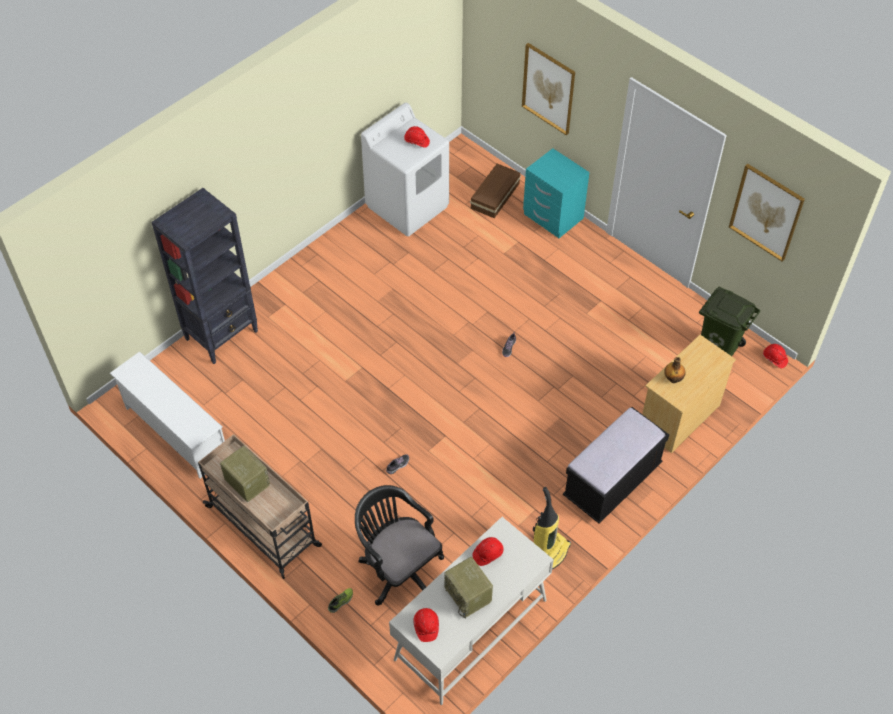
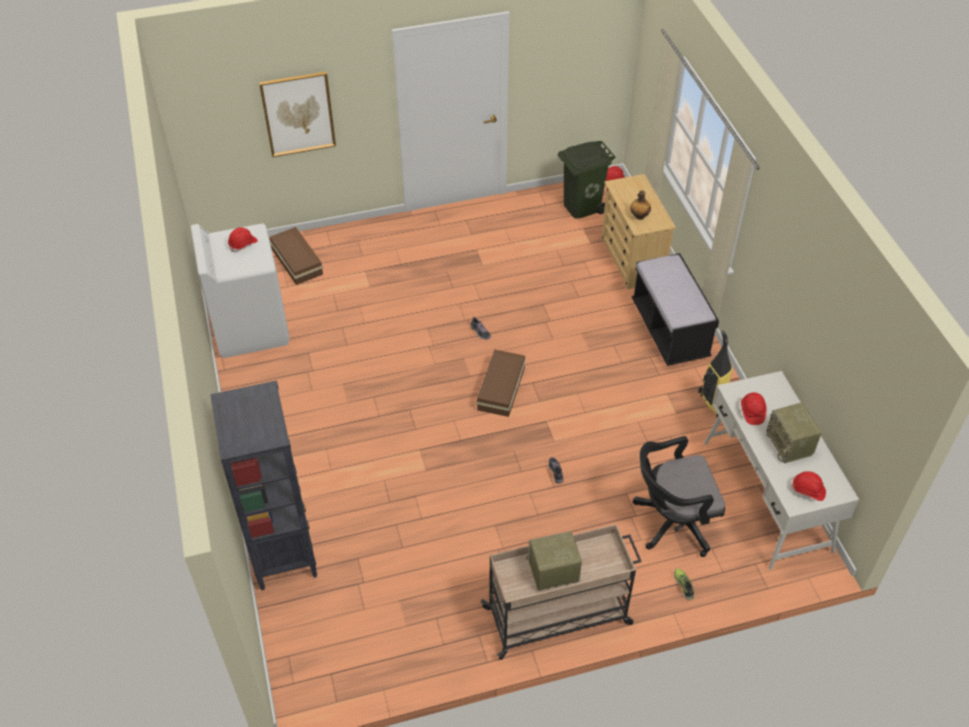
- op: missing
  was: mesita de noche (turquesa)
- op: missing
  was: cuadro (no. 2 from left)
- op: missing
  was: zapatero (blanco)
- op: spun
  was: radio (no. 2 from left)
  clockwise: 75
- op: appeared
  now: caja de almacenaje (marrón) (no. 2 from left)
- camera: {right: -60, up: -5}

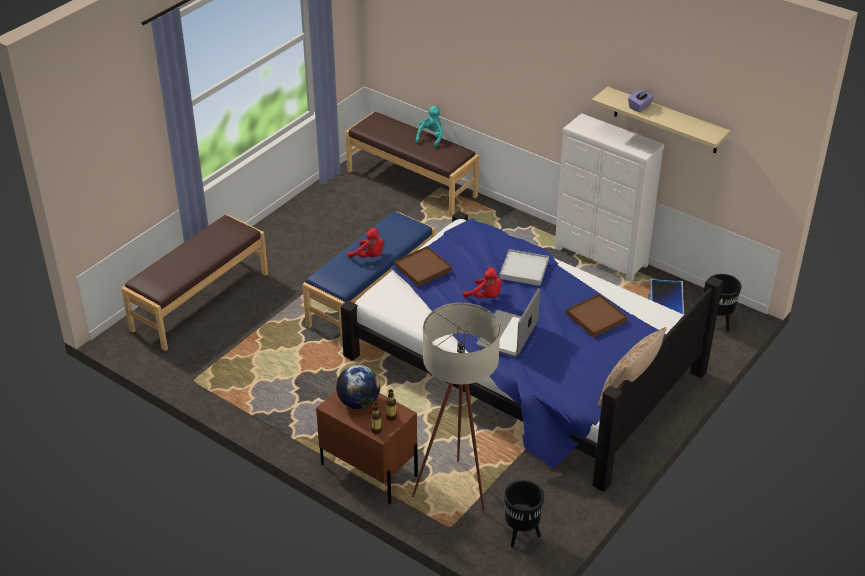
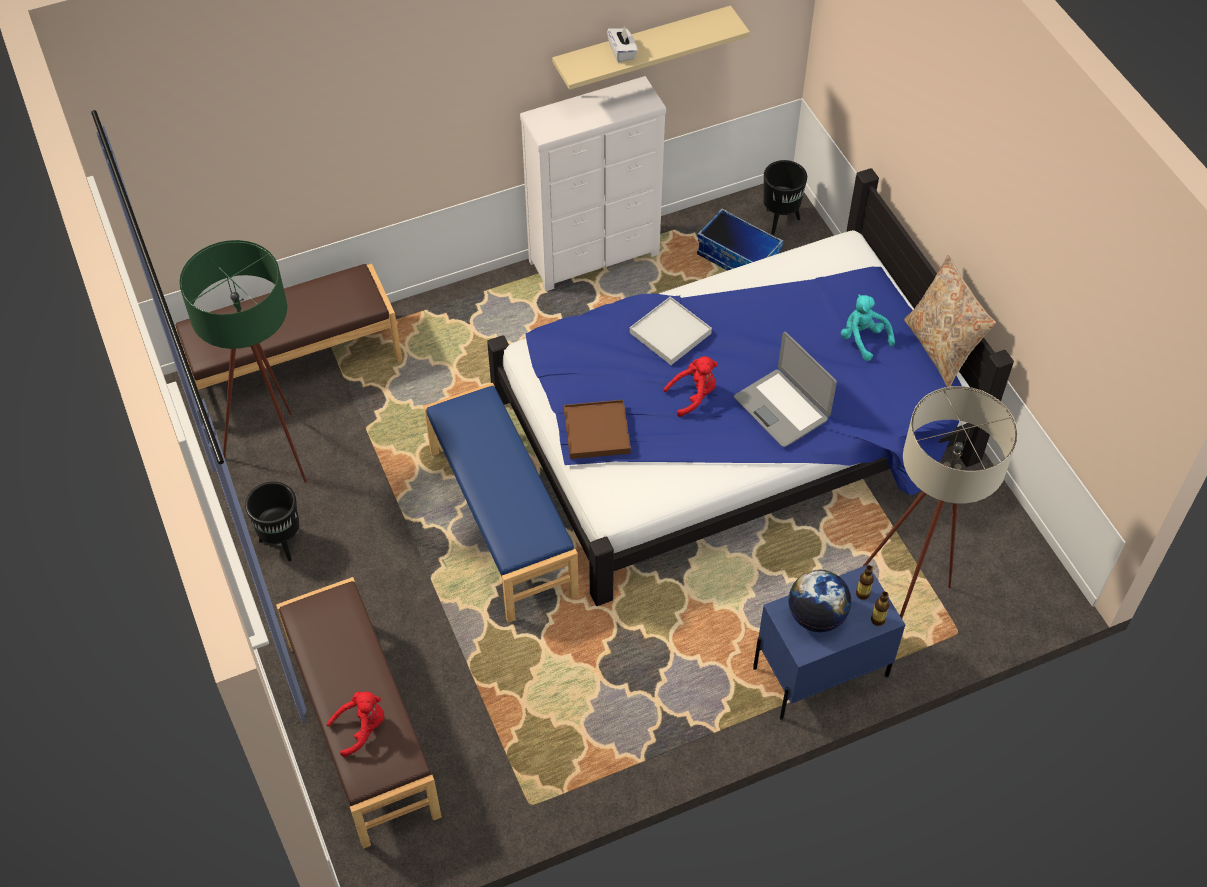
- op: colour
  was: caja de pañuelos (morado)
  now: caja de pañuelos (blanco)
- op: relocated
  was: peluche (turquesa)
- op: relocated
  was: peluche (rojo) (no. 1 from left)
- op: missing
  was: bandeja (marrón) (no. 2 from left)
- op: colour
  was: mesita de noche (marrón)
  now: mesita de noche (azul)
- op: relocated
  was: maceta (negro) (no. 1 from left)
- op: appeared
  now: lámpara de pie (verde)
- camera: {right: -60, up: 15}

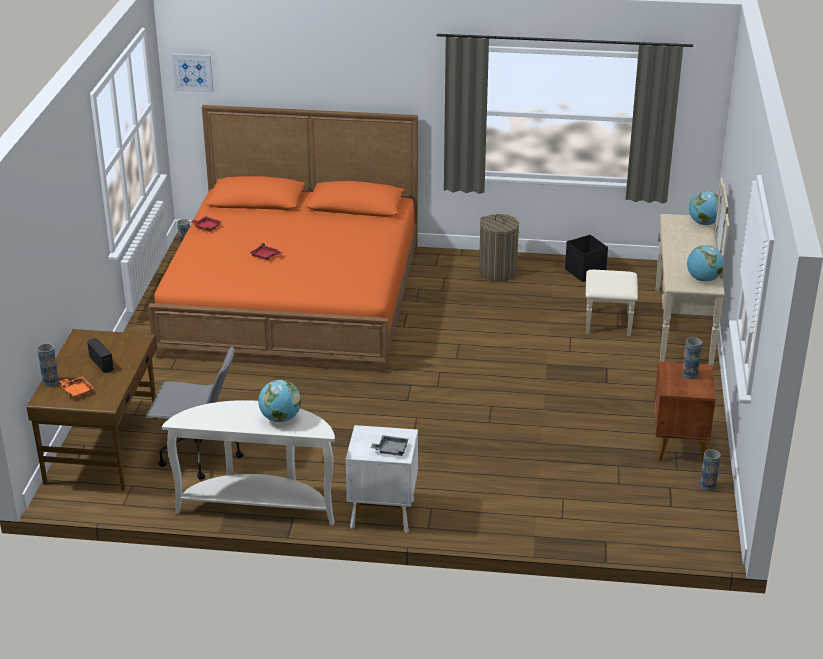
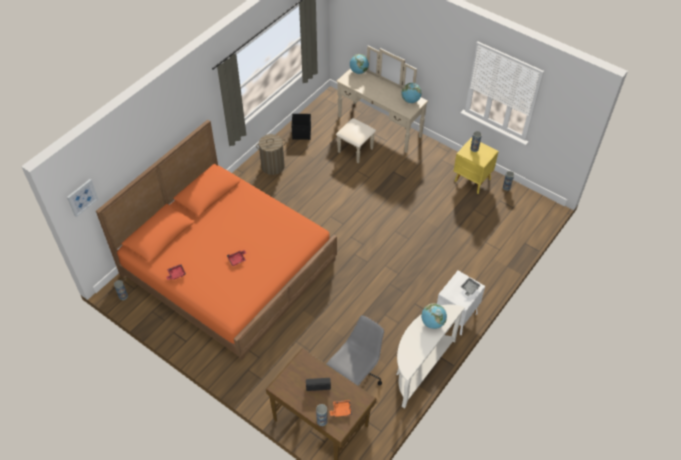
- op: colour
  was: mesita de noche (marrón)
  now: mesita de noche (amarillo)
- camera: {right: -60, up: 20}

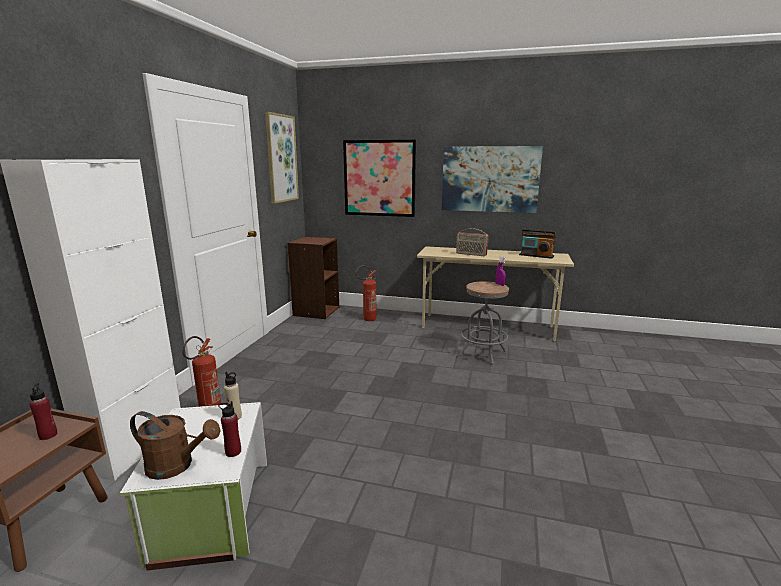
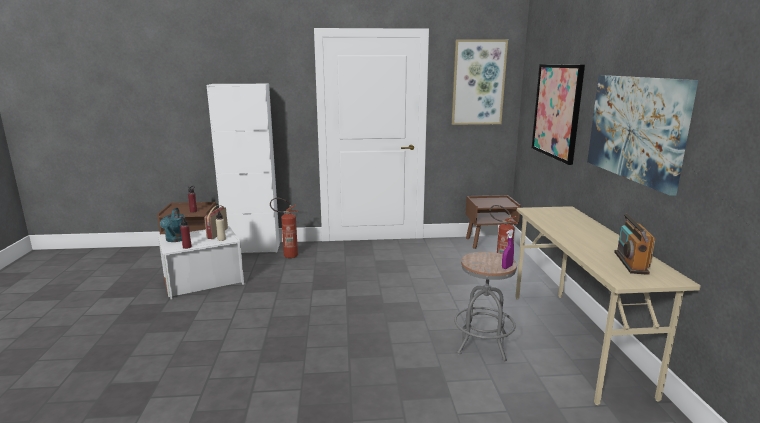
- op: relocated
  was: radio (no. 1 from left)
- op: exchanged
  was: estantería (marrón)
  now: mesita de noche (marrón) (no. 2 from left)
- op: colour
  was: regadera (marrón)
  now: regadera (turquesa)
- camera: {right: 70, up: 0}

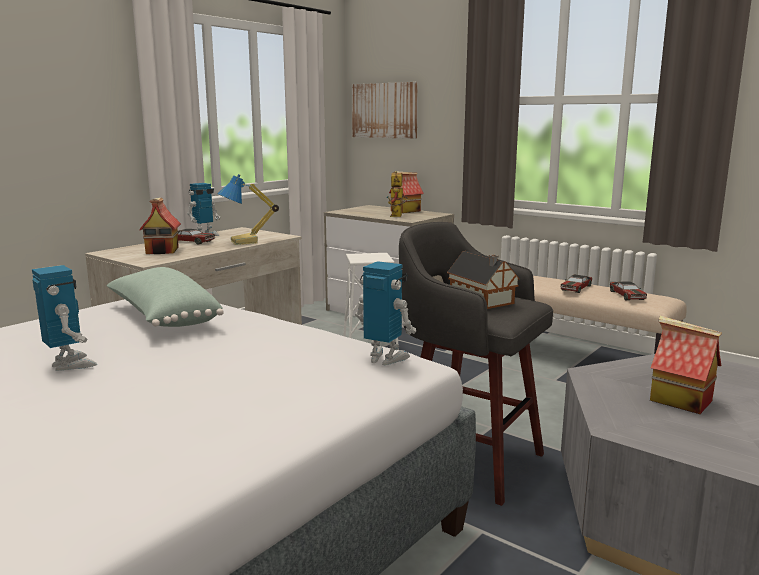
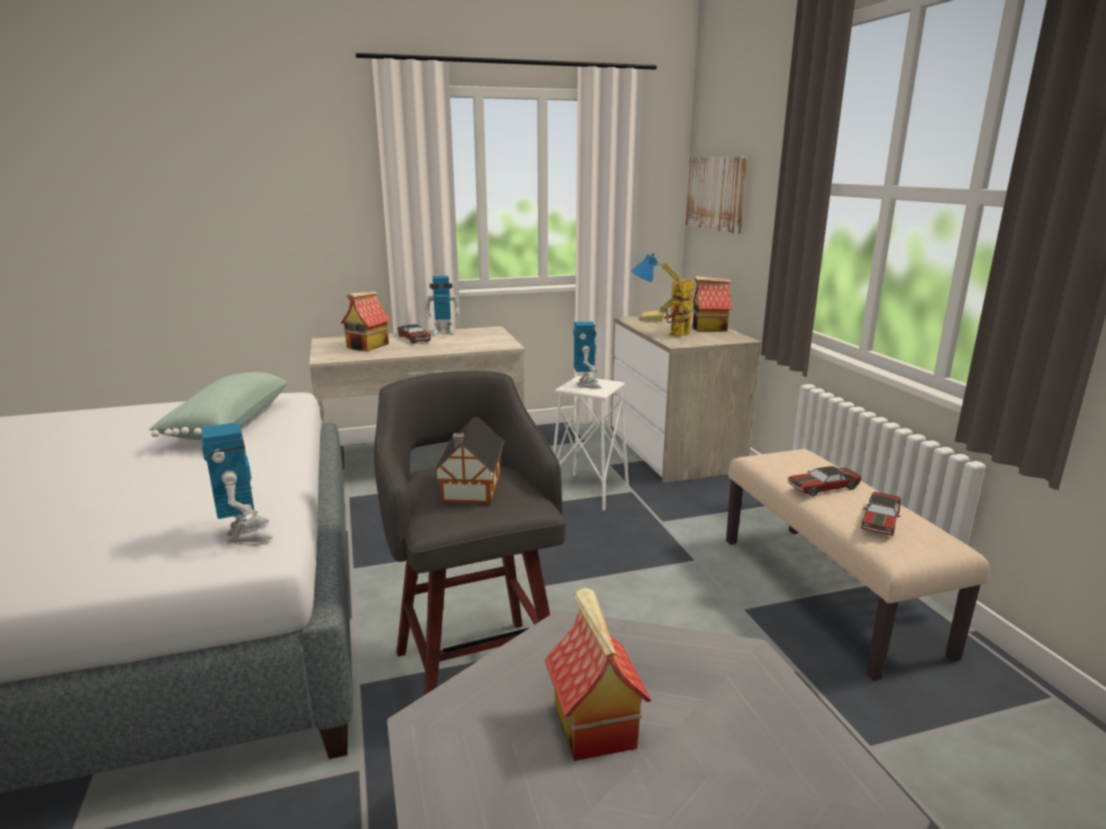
- op: relocated
  was: lámpara de mesa
- op: relocated
  was: robot de juguete (no. 1 from left in the first image)
  now: robot de juguete (no. 3 from left)
- camera: {right: 35, up: 5}

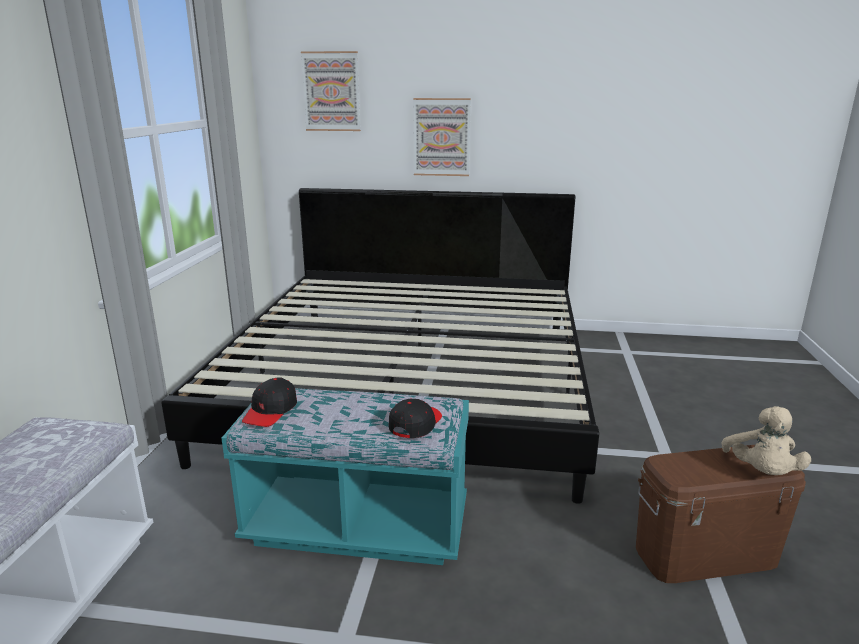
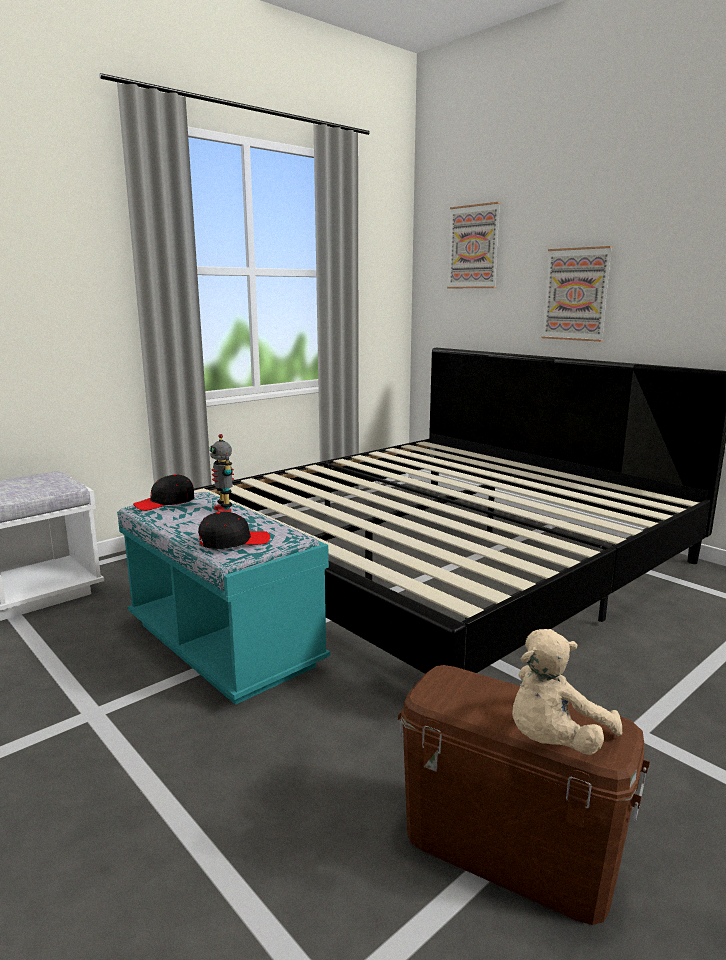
- op: appeared
  now: robot de juguete
- camera: {right: 40, up: -5}

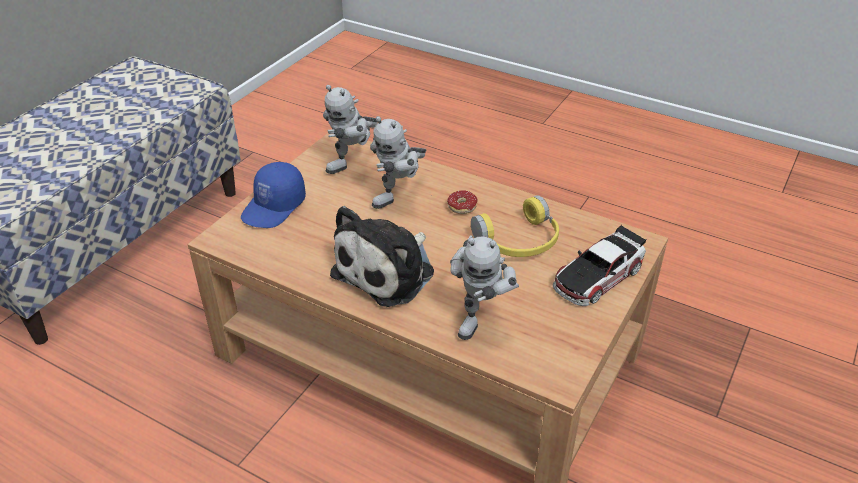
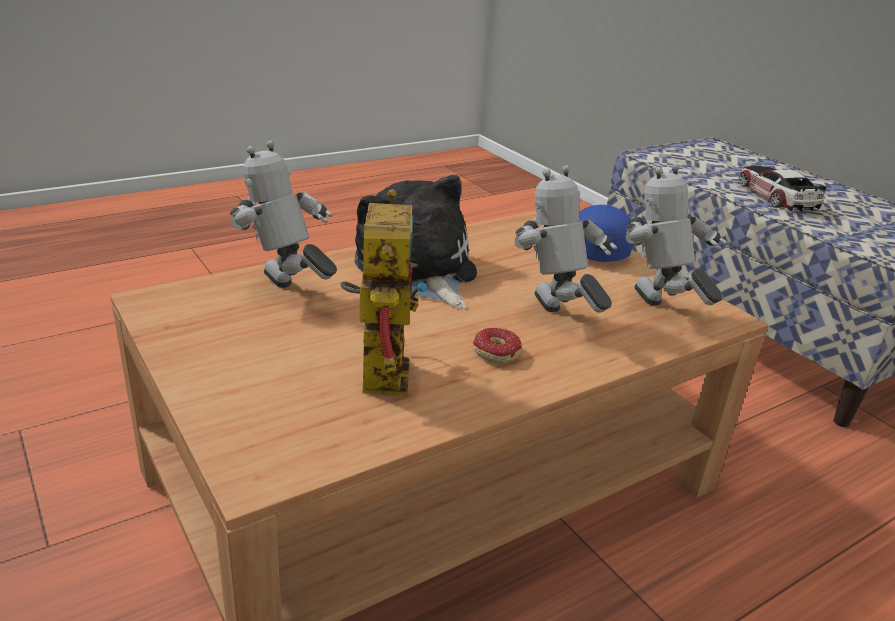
- op: exchanged
  was: auriculares (amarillo)
  now: robot de juguete (no. 2 from left)
- op: relocated
  was: coche de juguete
- camera: {right: 115, up: -10}

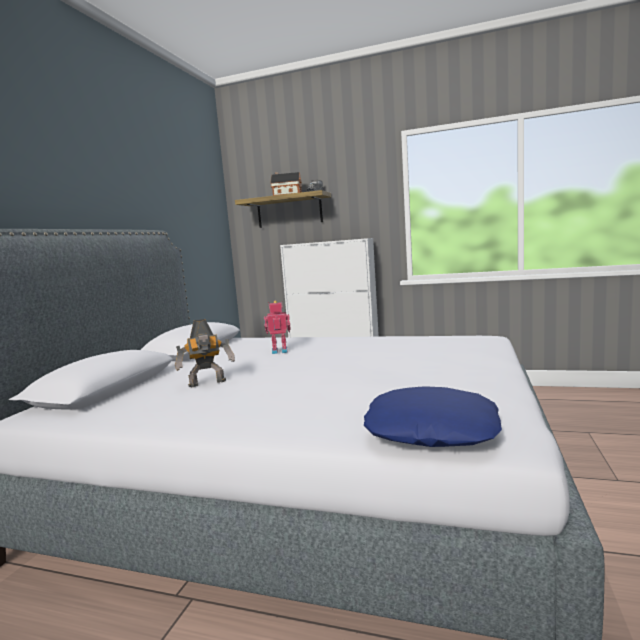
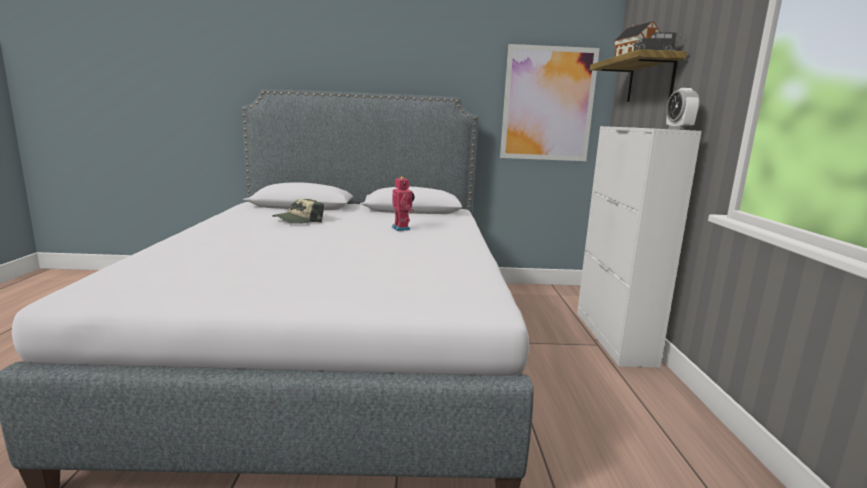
- op: exchanged
  was: robot de juguete (no. 1 from left)
  now: gorra
- op: missing
  was: cojín (azul)
- op: appeared
  now: cuadro
- op: appeared
  now: despertador
- camera: {right: 70, up: 5}

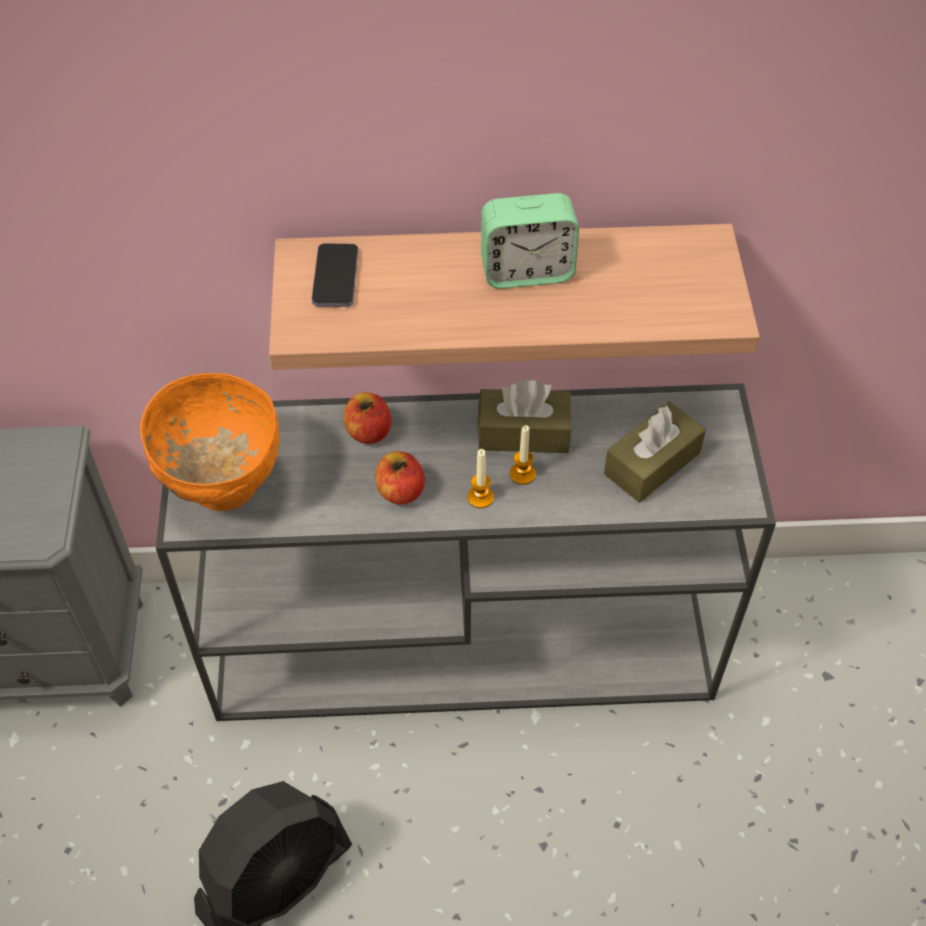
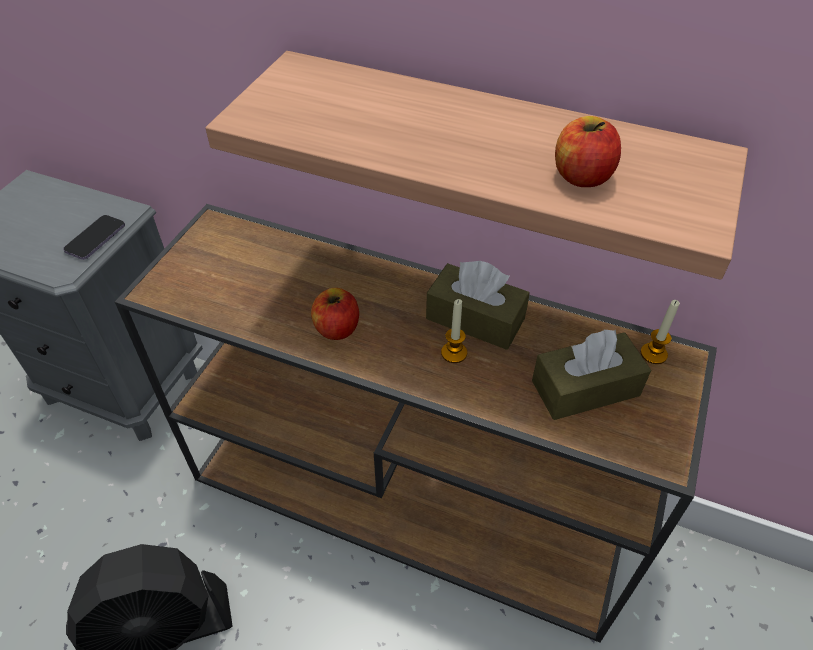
- op: missing
  was: despertador
- op: relocated
  was: móvil
- op: missing
  was: cuenco (naranja)
- op: colour
  was: mesa consola (gris)
  now: mesa consola (marrón)
- op: relocated
  was: manzana (no. 1 from left in the first image)
  now: manzana (no. 2 from left)
- op: relocated
  was: vela (no. 1 from left in the first image)
  now: vela (no. 2 from left)
- camera: {right: 25, up: -5}

